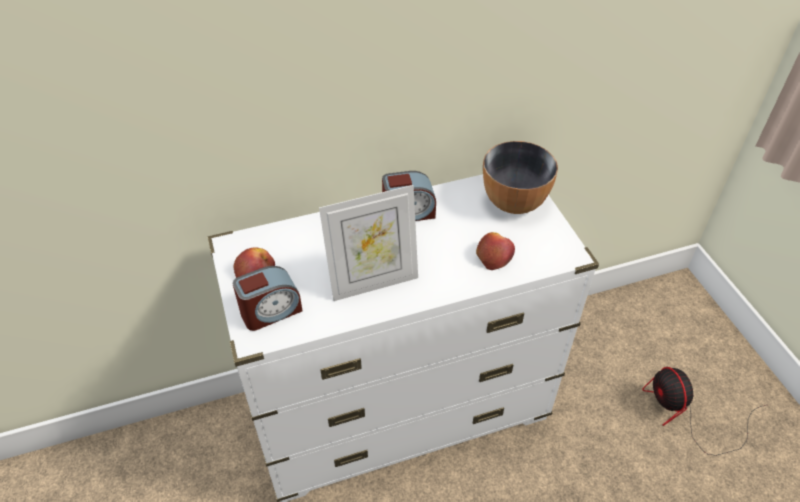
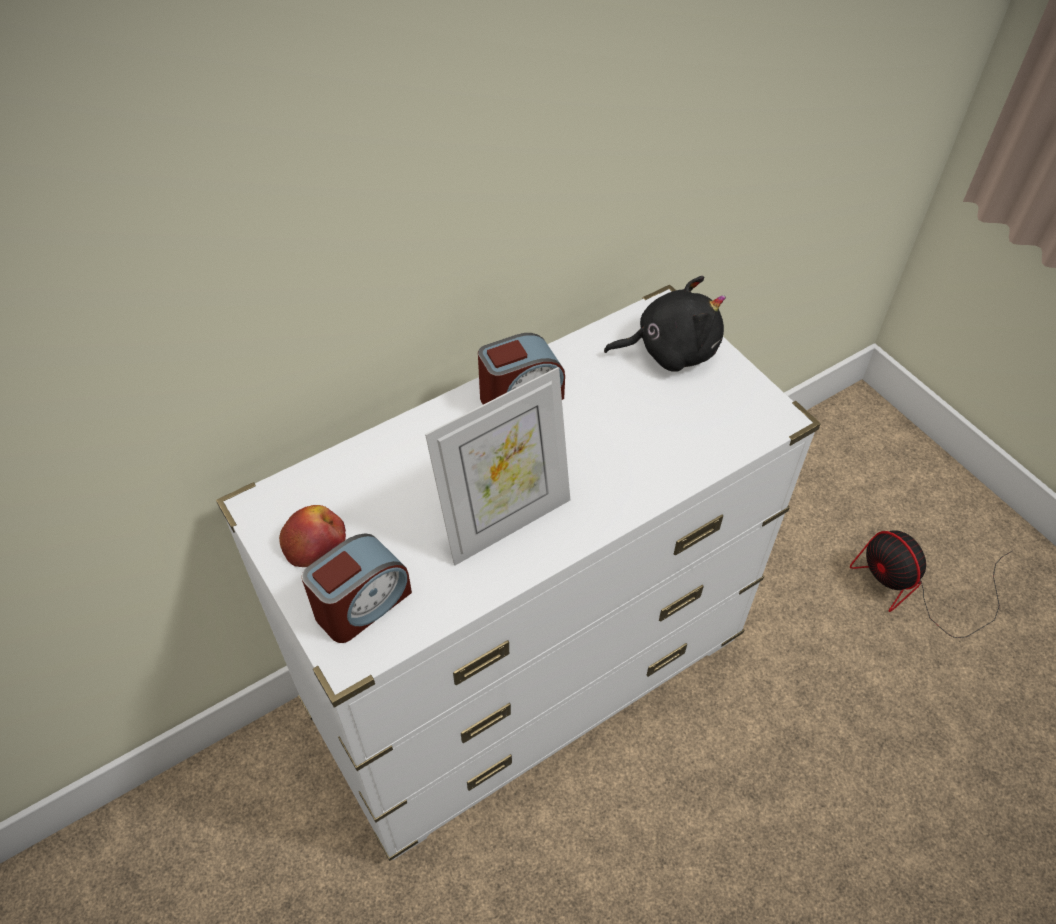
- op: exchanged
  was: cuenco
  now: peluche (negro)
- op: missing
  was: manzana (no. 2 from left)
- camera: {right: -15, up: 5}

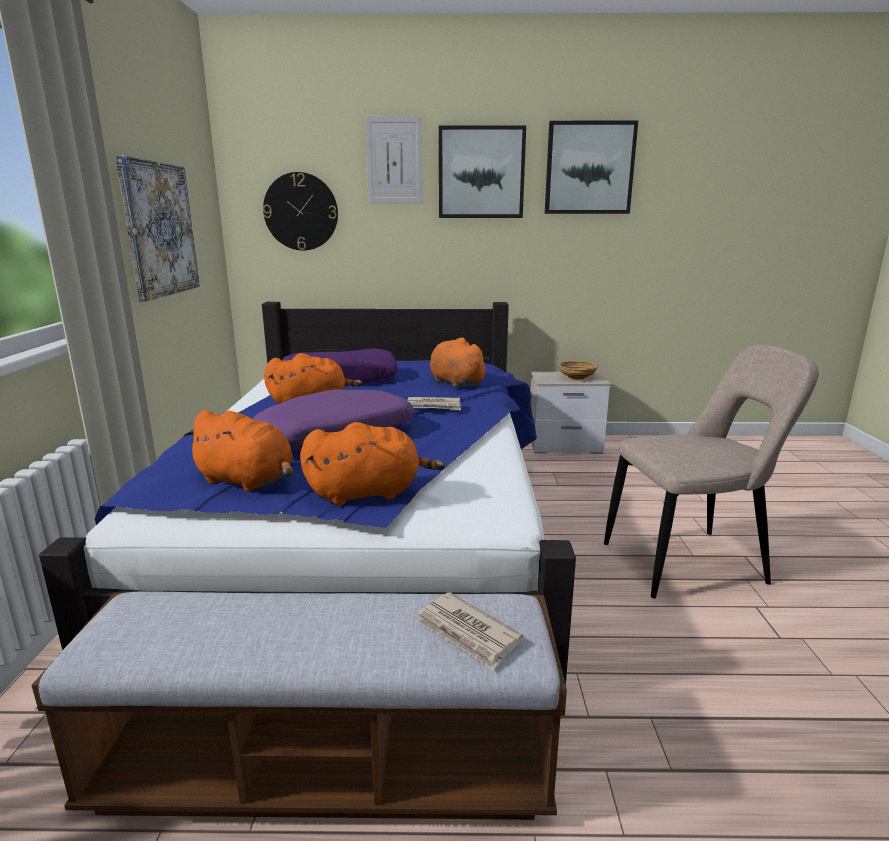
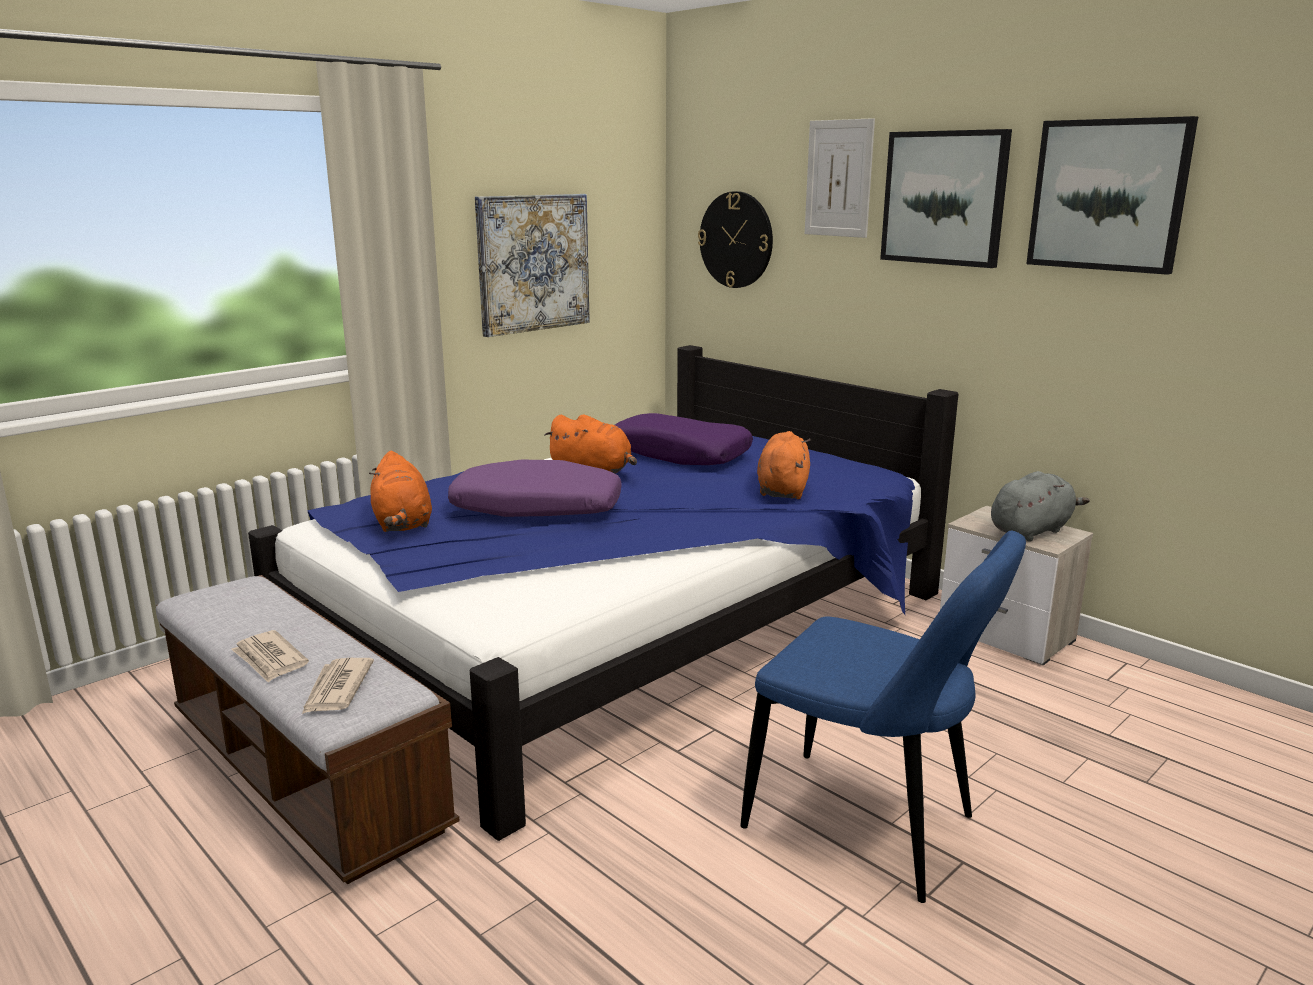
- op: colour
  was: silla (beis)
  now: silla (azul)
- op: exchanged
  was: cuenco (beis)
  now: peluche (gris)
- op: relocated
  was: periódico (no. 1 from left)
- op: missing
  was: peluche (naranja) (no. 3 from left)
- camera: {right: 45, up: 0}

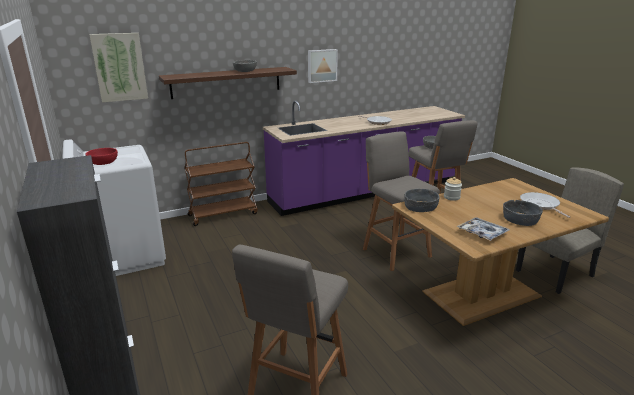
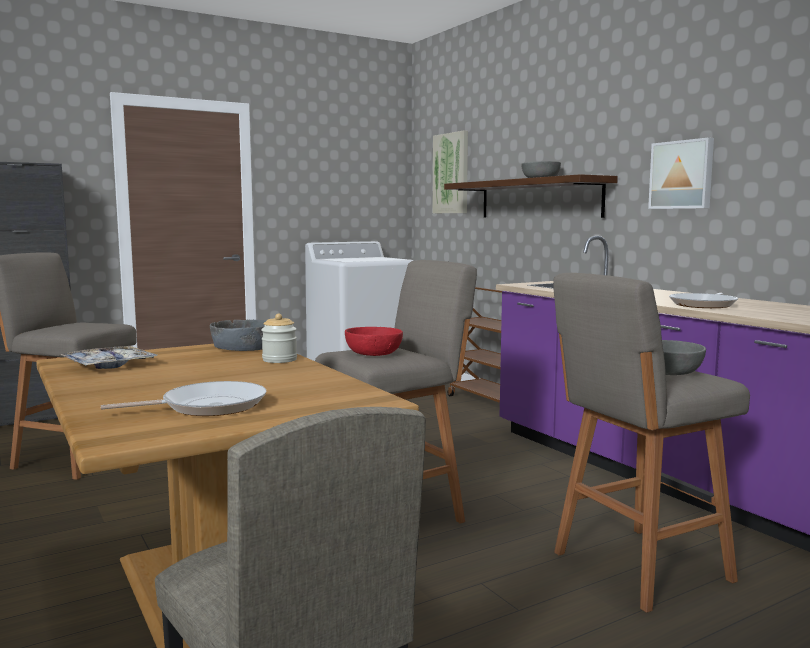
- op: relocated
  was: cuenco (rojo)
- op: missing
  was: cuenco (gris) (no. 4 from left)
- camera: {right: 85, up: -15}

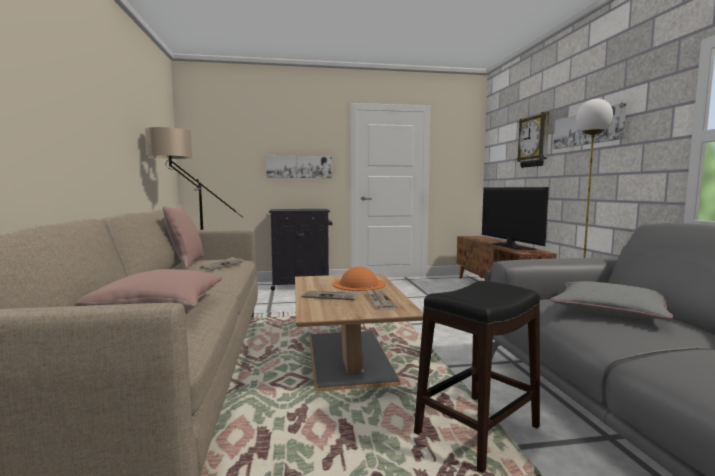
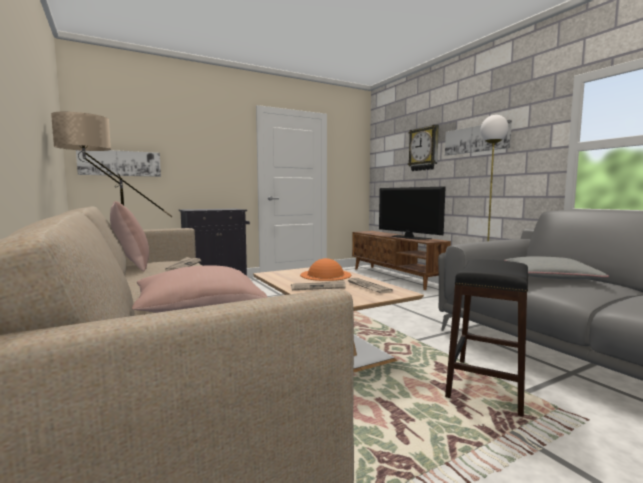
- op: relocated
  was: cuadro (no. 1 from left)
- camera: {right: -20, up: 0}

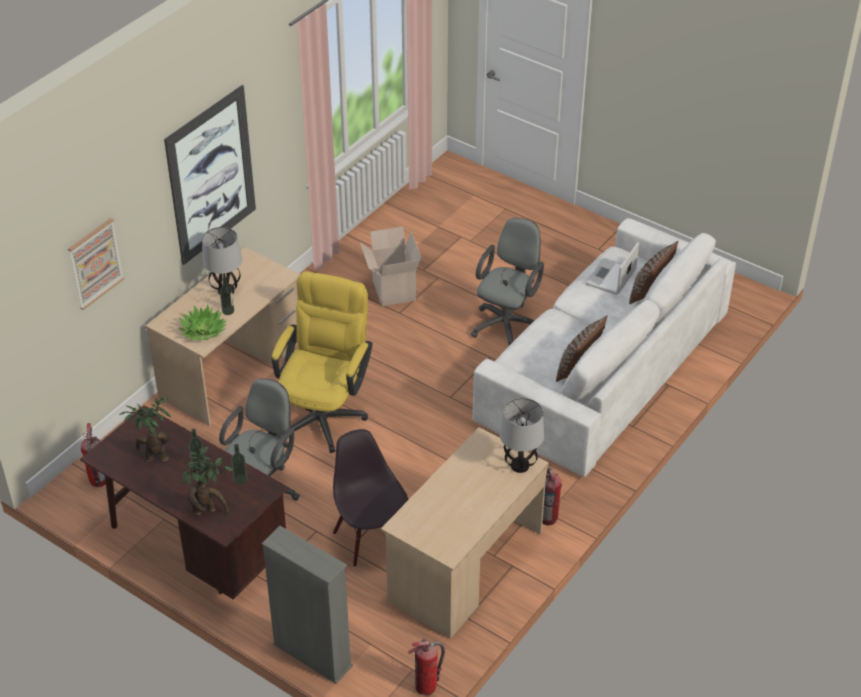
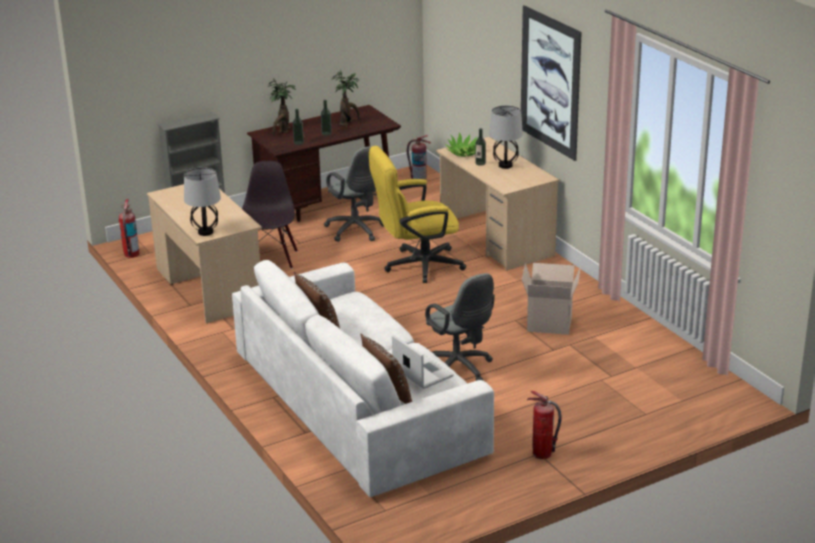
- op: missing
  was: cuadro (no. 1 from left)
- op: spun
  was: silla de oficina (amarillo)
  clockwise: 120
- op: spun
  was: silla (negro)
  clockwise: -90
- op: relocated
  was: extintor (no. 3 from left)
- camera: {right: 115, up: -15}

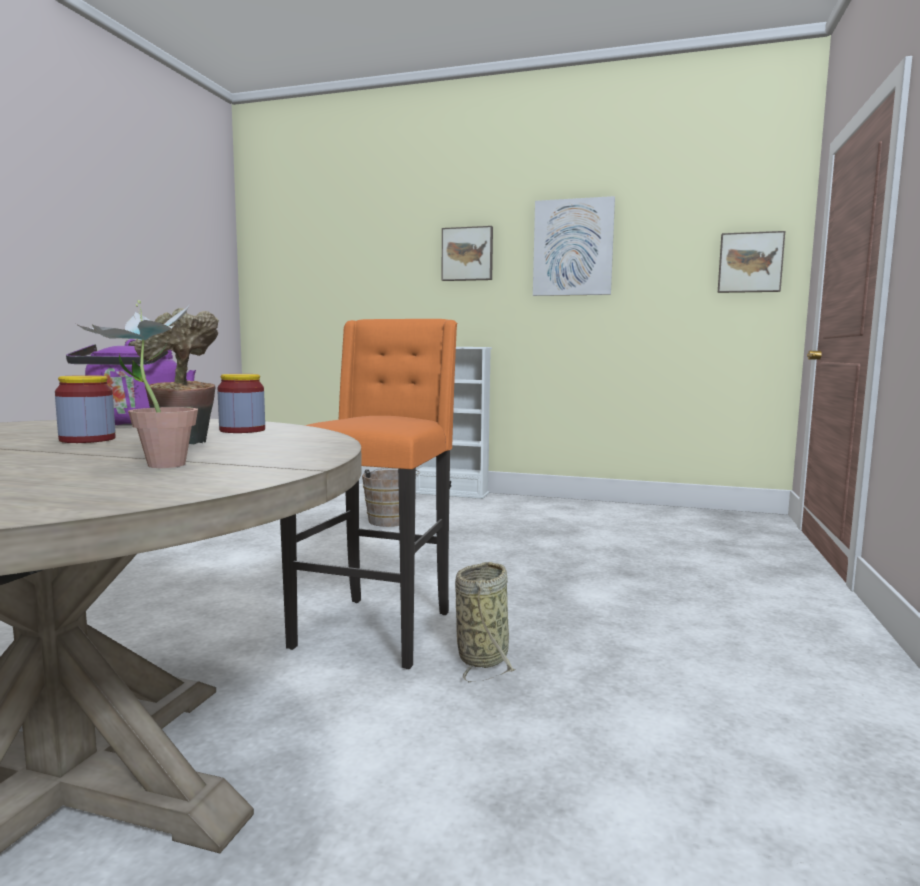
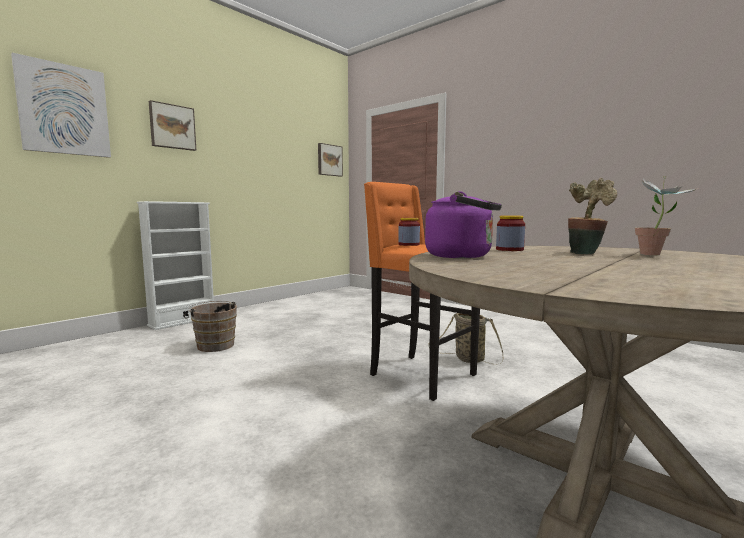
- op: relocated
  was: cuadro (no. 2 from left in the first image)
  now: cuadro (no. 1 from left)
- op: relocated
  was: tarro (no. 1 from left)
- camera: {right: -65, up: 0}

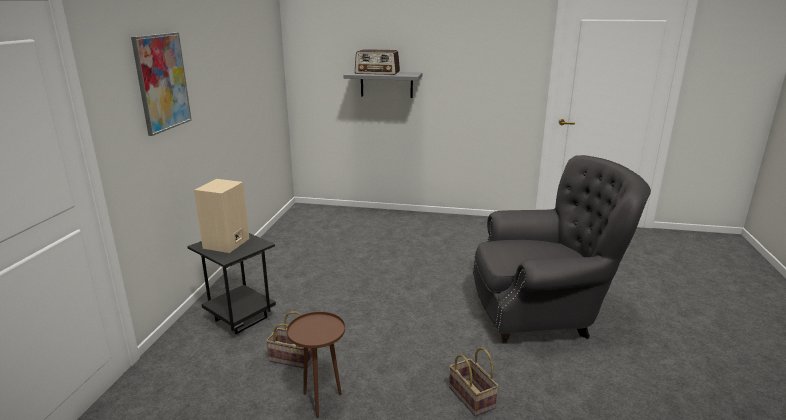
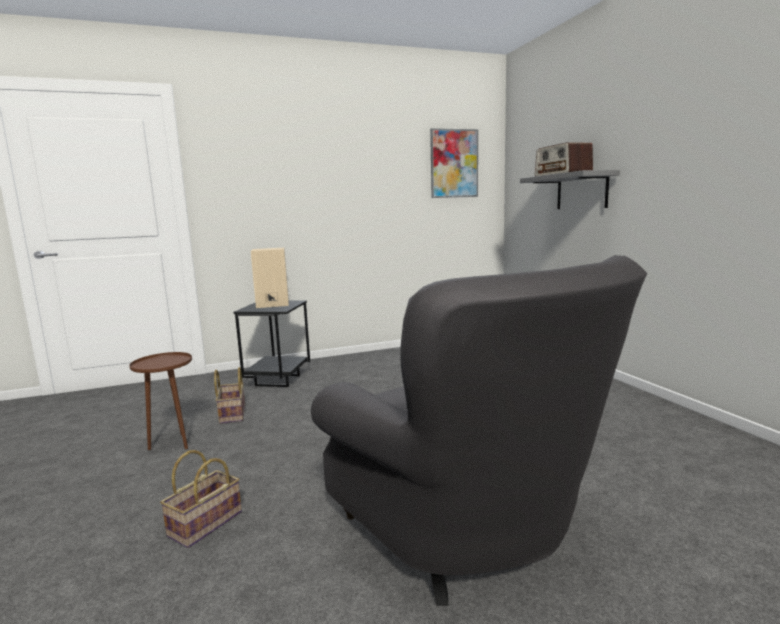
- op: relocated
  was: cuadro
- camera: {right: 60, up: -10}

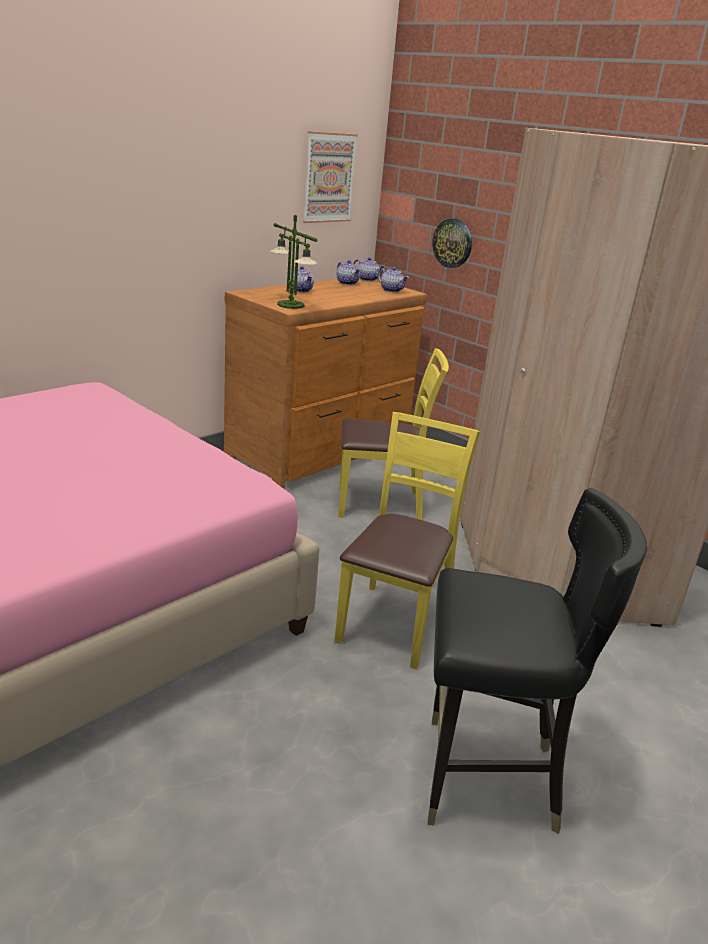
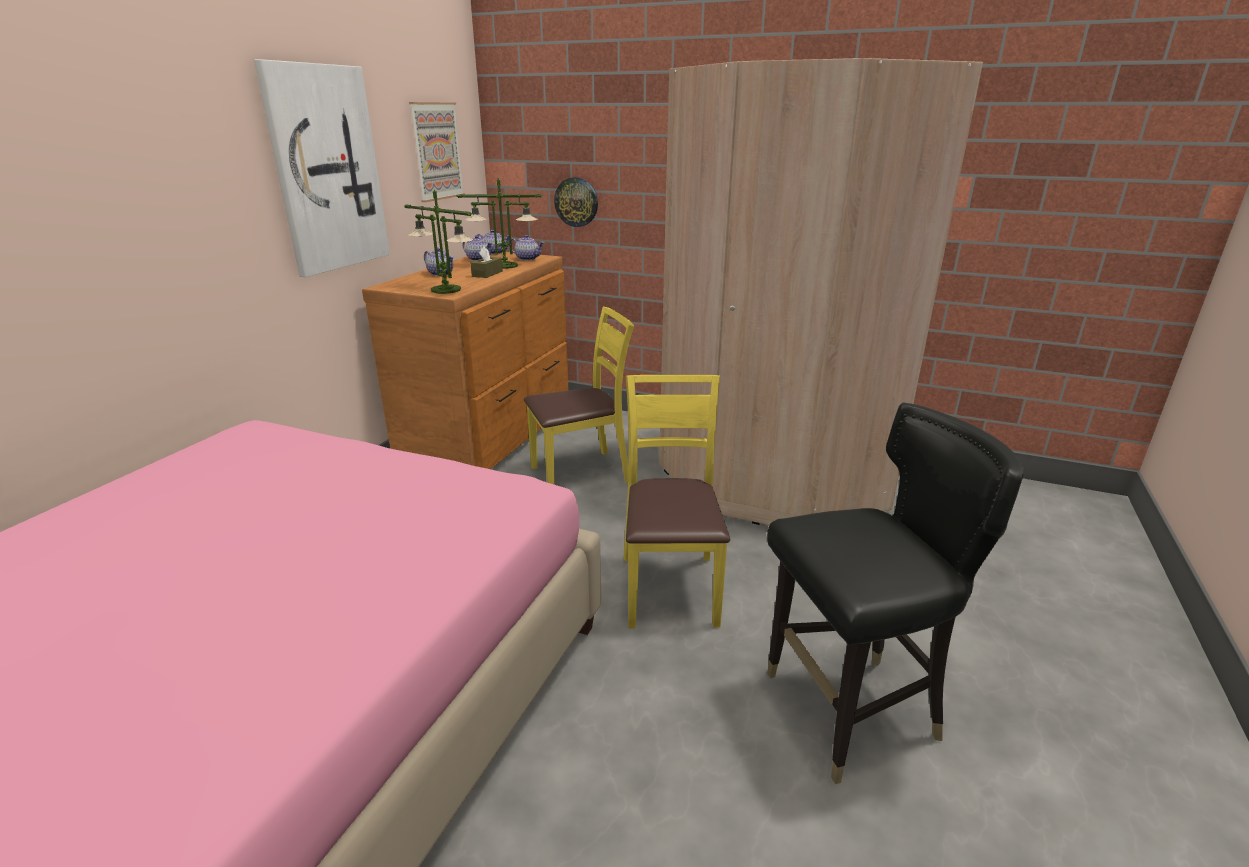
- op: appeared
  now: cuadro (no. 1 from left)
- op: appeared
  now: lámpara de mesa (no. 2 from left)
- op: appeared
  now: caja de pañuelos (marrón)
- camera: {right: -20, up: 0}

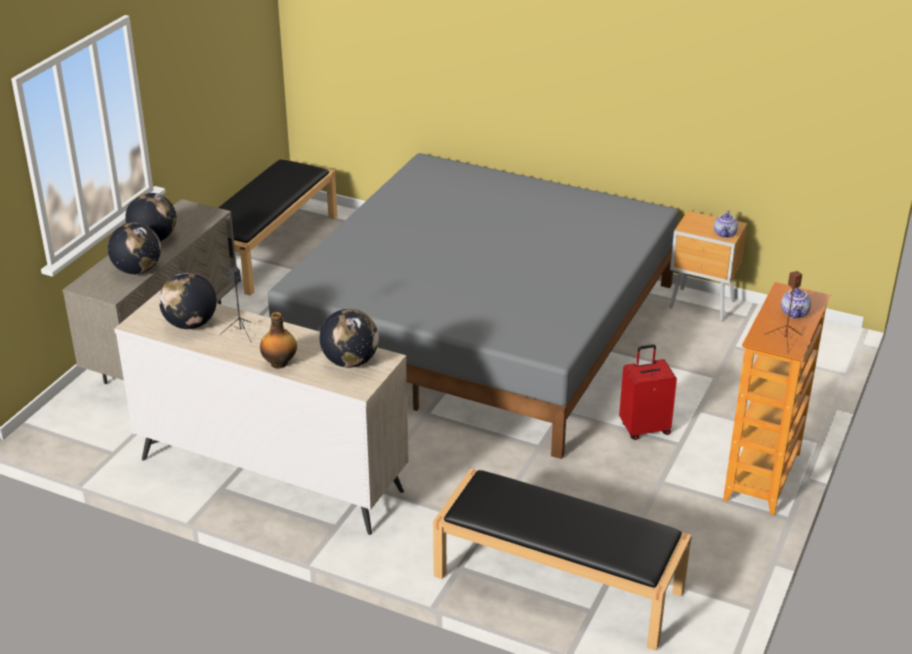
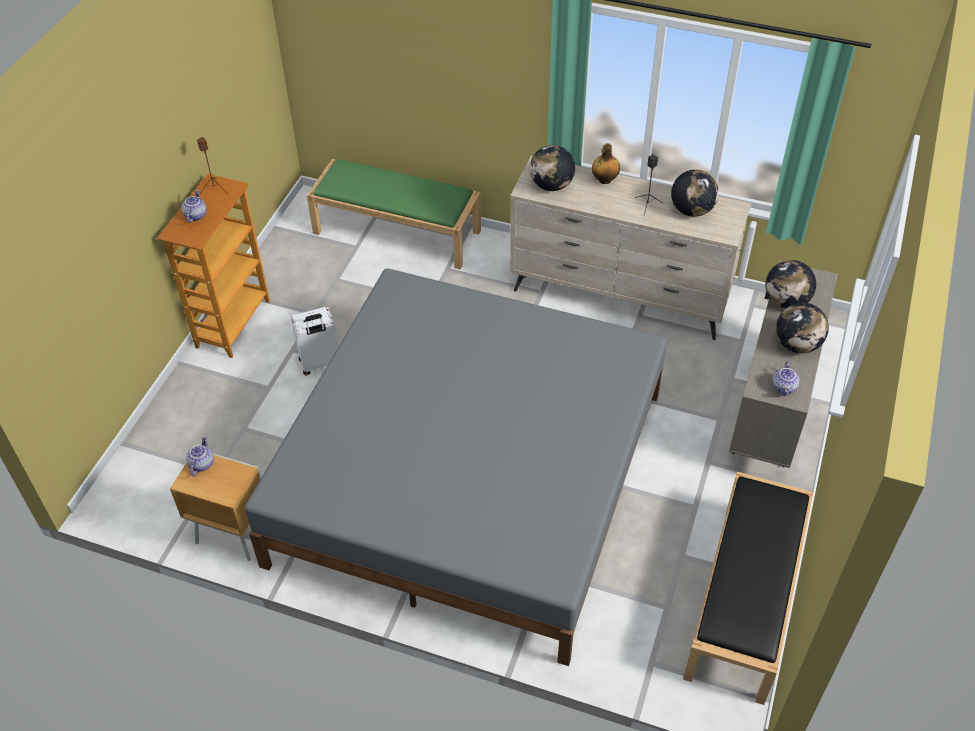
- op: colour
  was: maleta (rojo)
  now: maleta (blanco)
- op: colour
  was: banco (negro) (no. 2 from left)
  now: banco (verde)
- op: appeared
  now: tetera (no. 3 from left)
- camera: {right: 175, up: 15}

